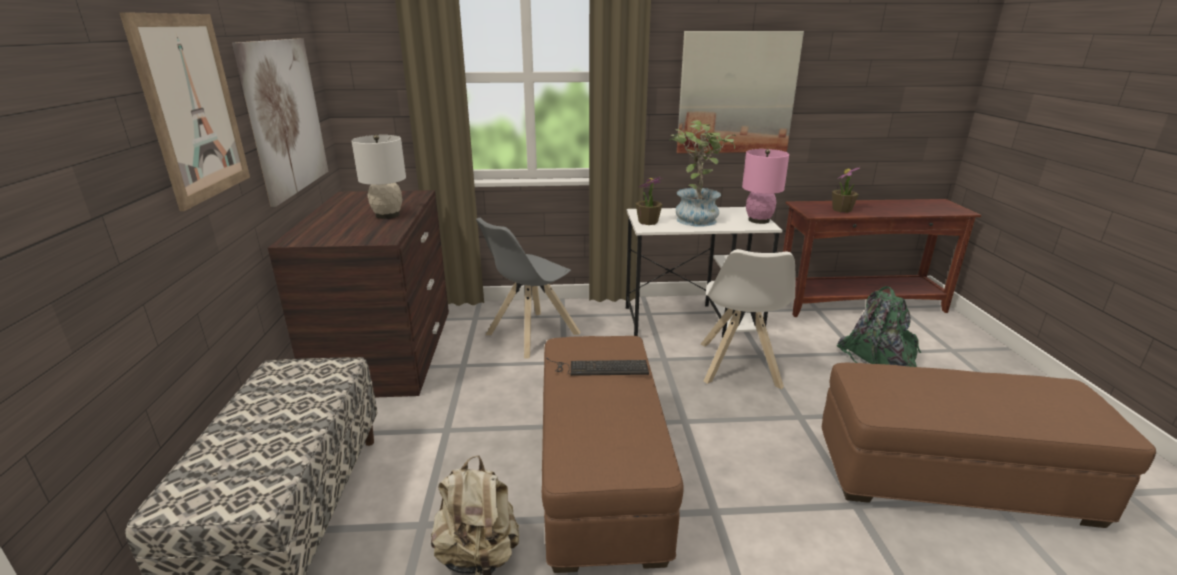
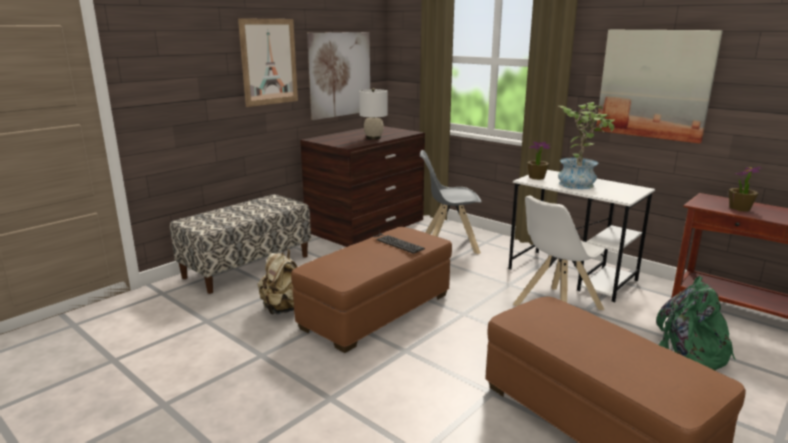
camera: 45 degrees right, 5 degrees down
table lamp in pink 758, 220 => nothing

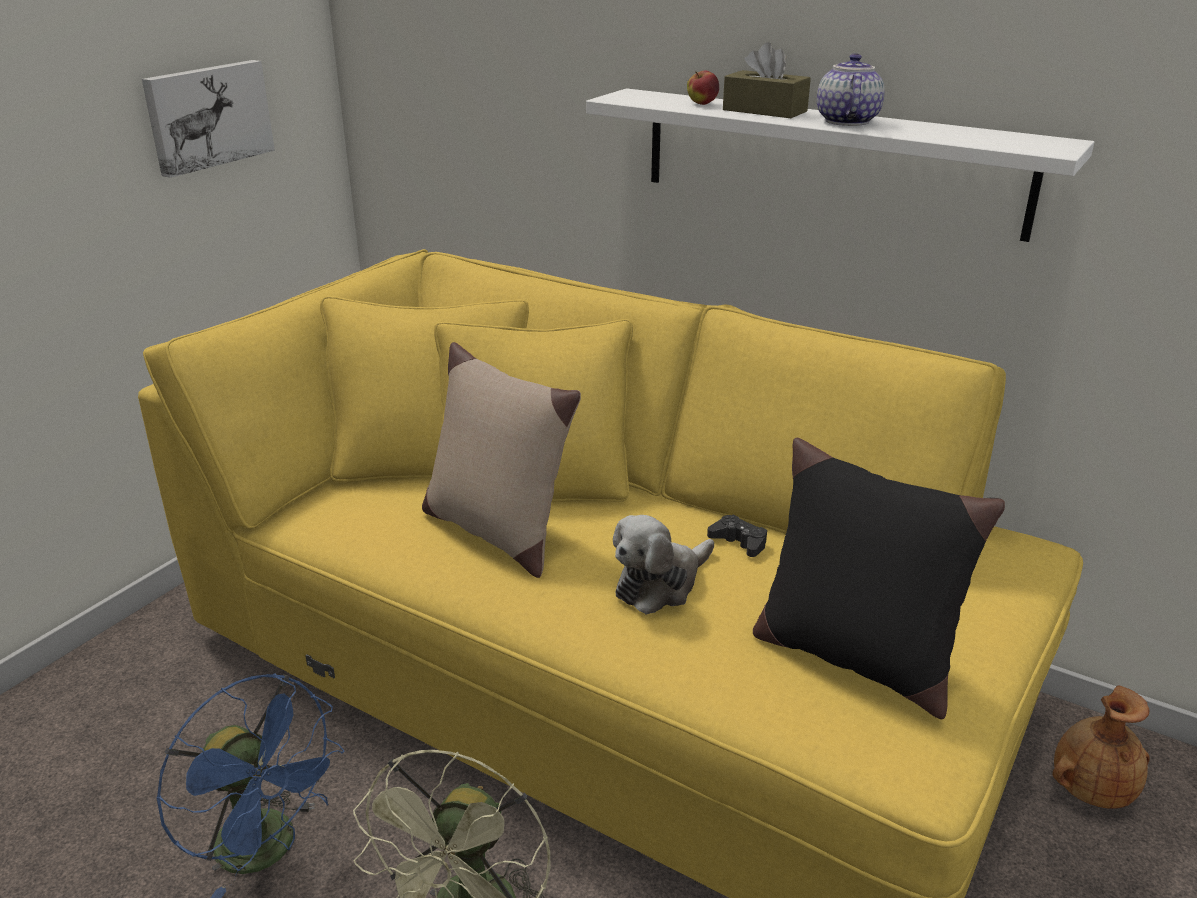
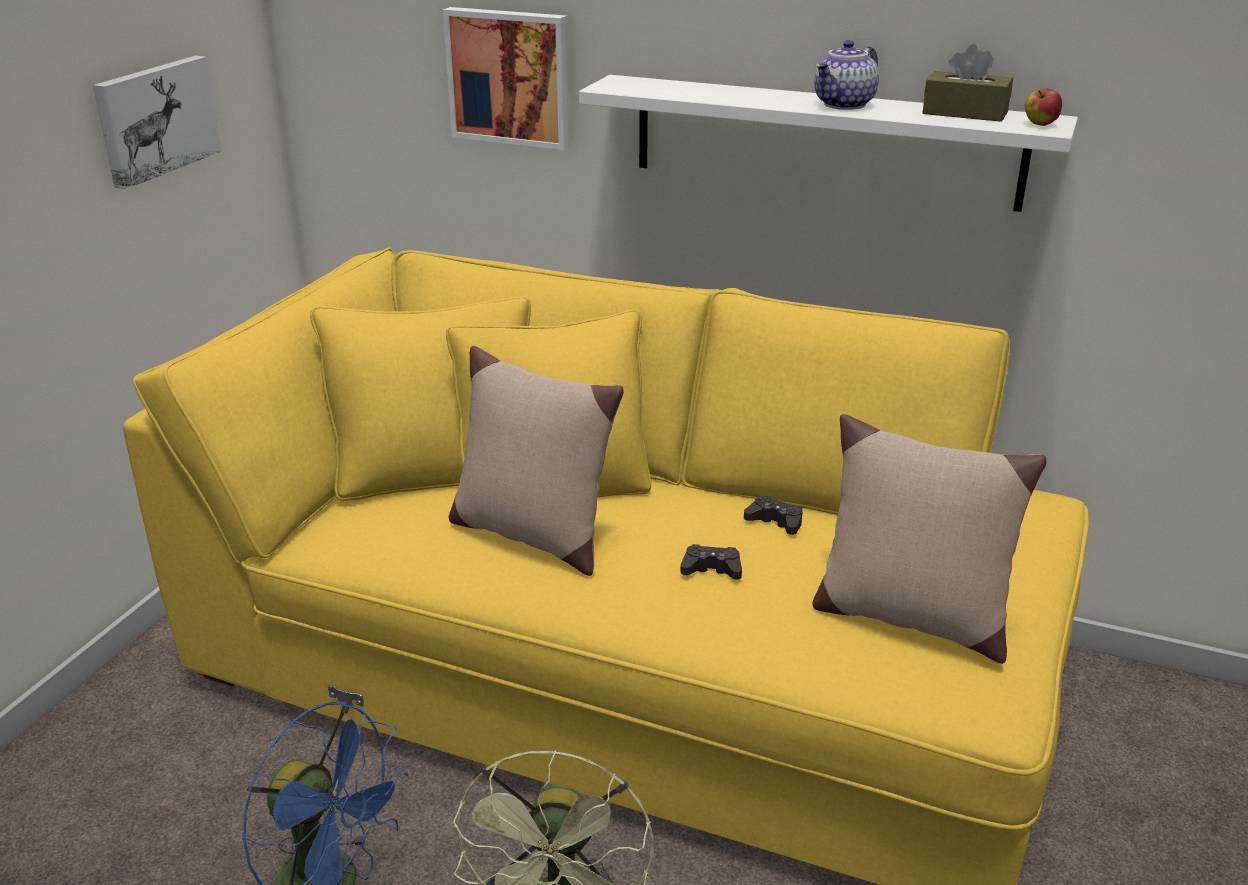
camera: 10 degrees left, 0 degrees up
tissue box in brown 764, 110 => tissue box in brown 965, 113, shifted
pot for tea 845, 121 => pot for tea 845, 105, 135 degrees counterclockwise
apple fruit 702, 104 => apple fruit 1040, 124, shifted
cushion in black 852, 657 => cushion in beige-coloured 909, 617
plush toy 660, 584 => gamepad in black 711, 569
flower vase in brown 1090, 790 => nothing
nothing => wall art 510, 77

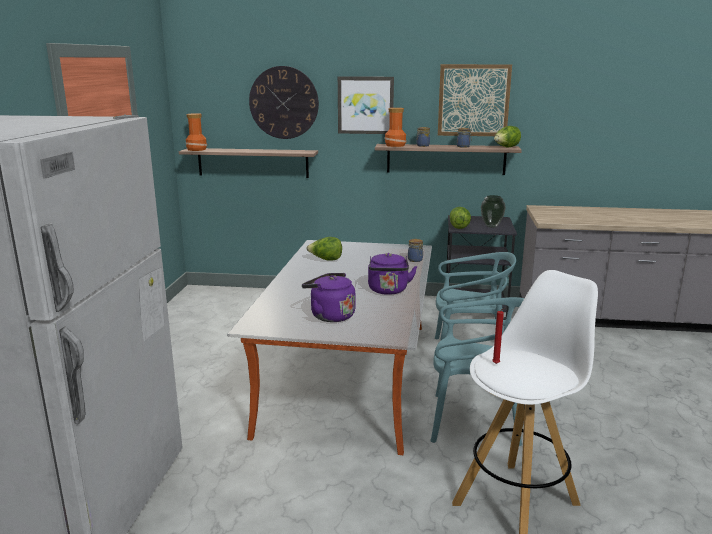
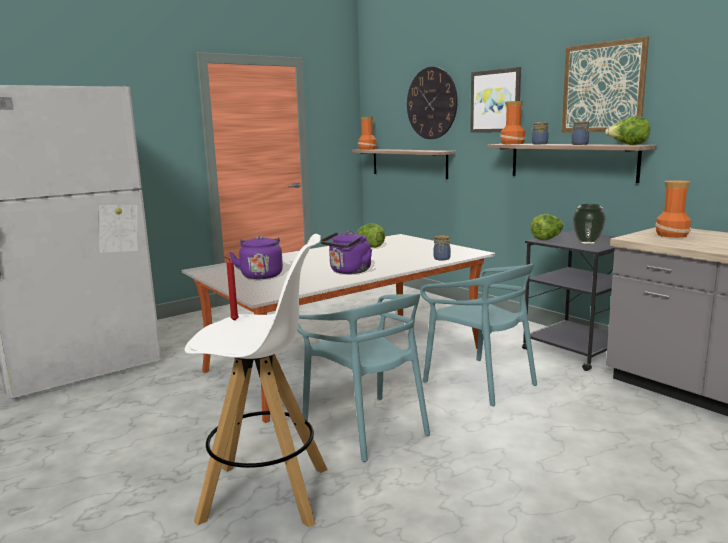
camera: 45 degrees right, 5 degrees down
nothing => flower vase 671, 235

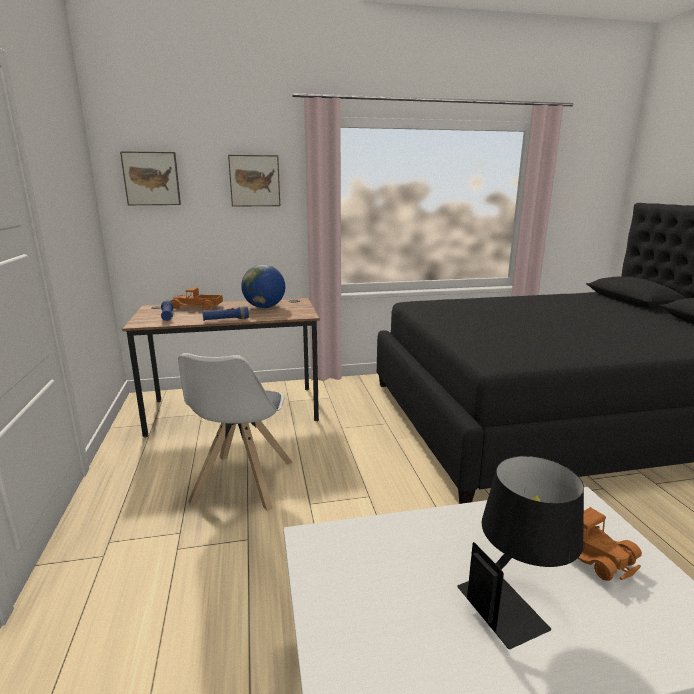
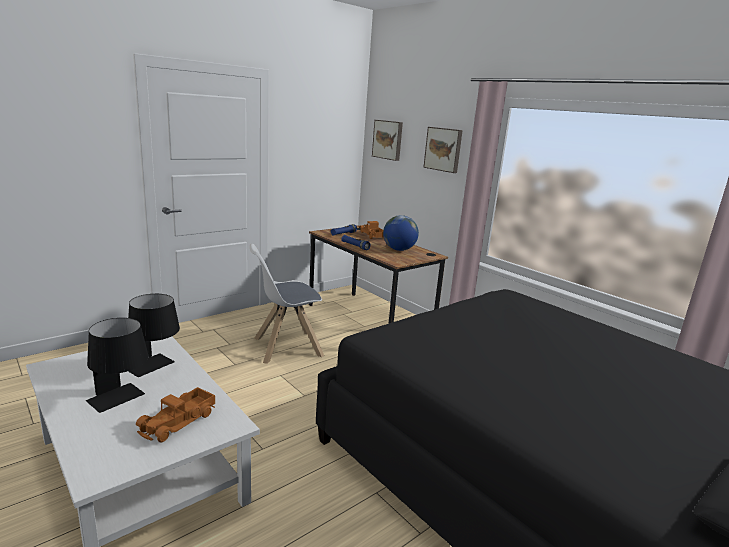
camera: 60 degrees right, 0 degrees up
nothing => table lamp in black 155, 367

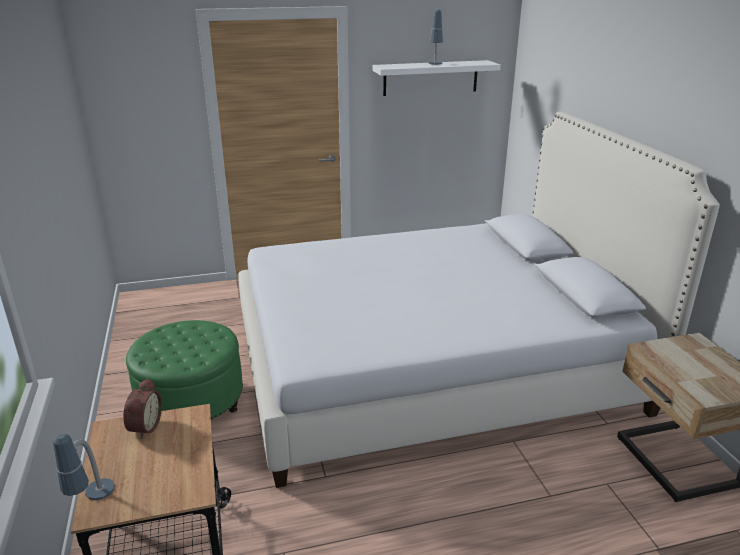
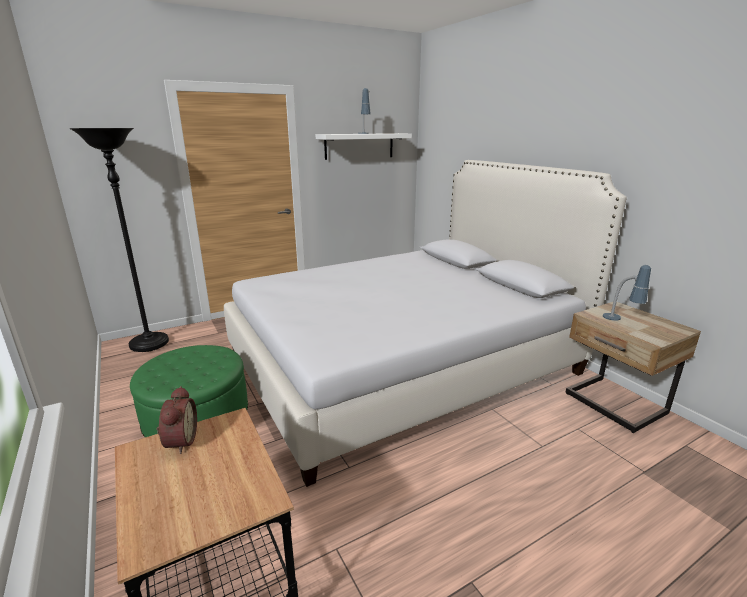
camera: 15 degrees left, 5 degrees down
table lamp 93, 505 => table lamp 620, 322, shifted
nothing => standard lamp in black 149, 344

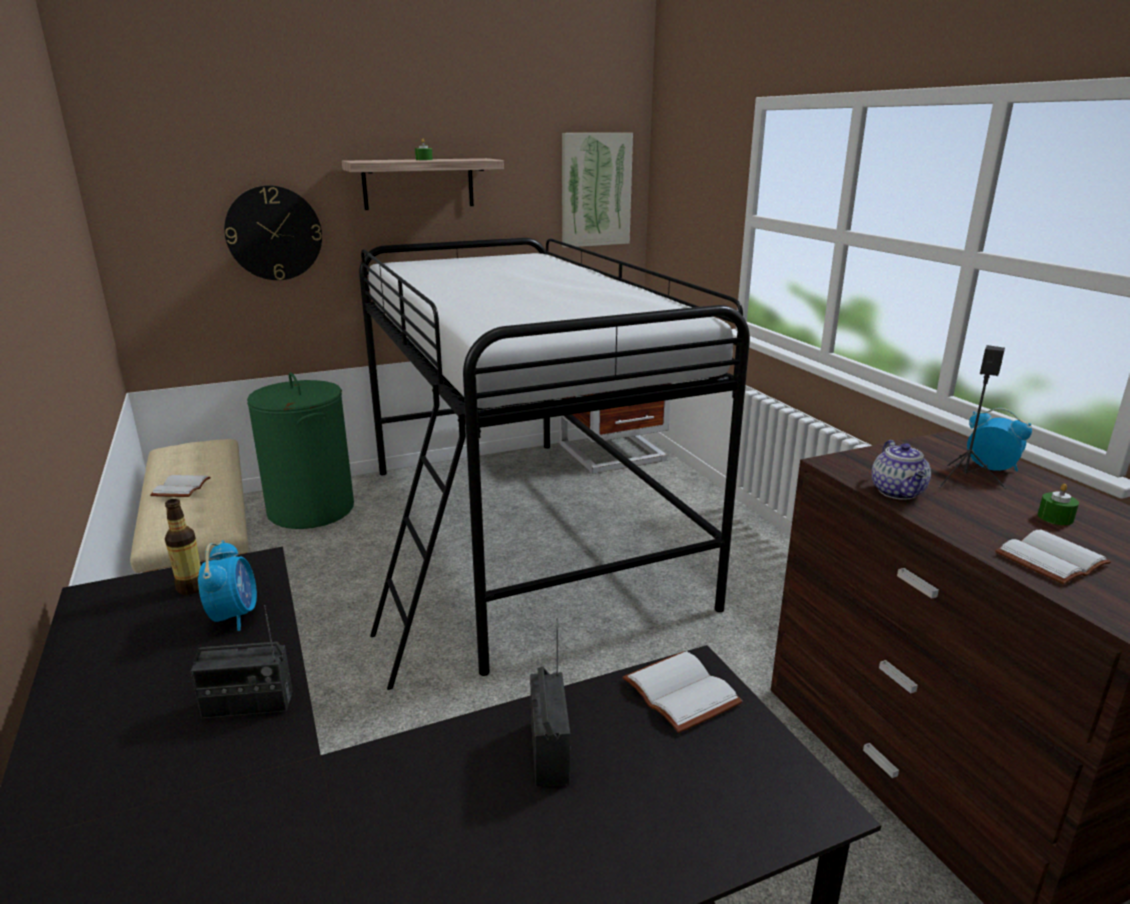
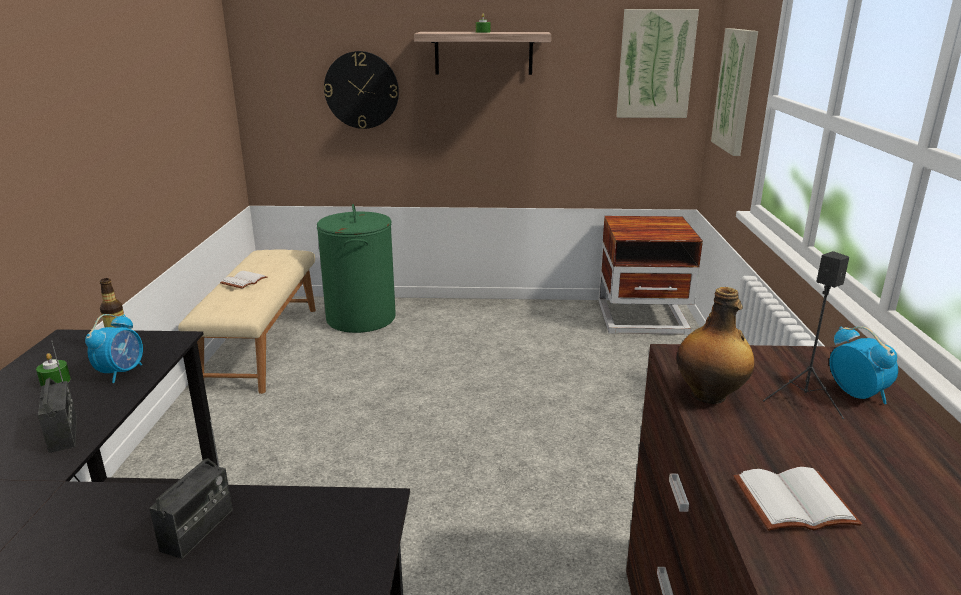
camera: 25 degrees right, 0 degrees up
sleeping bed in black 521, 534 => nothing
pot for tea 898, 492 => drink bottle 710, 396
wax light in green 1055, 517 => wax light in green 55, 381, shifted
radio set 248, 705 => radio set 63, 434, 135 degrees counterclockwise
book in white 677, 693 => nothing
nothing => wall art 736, 90

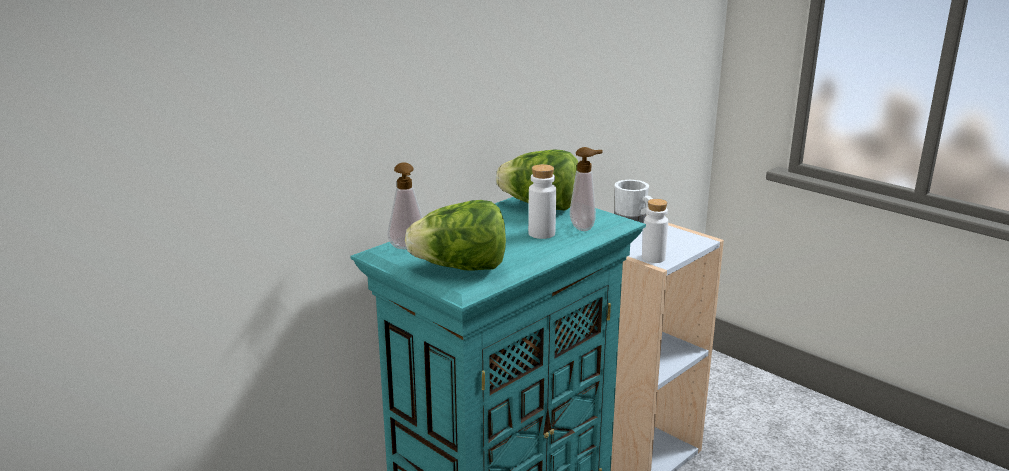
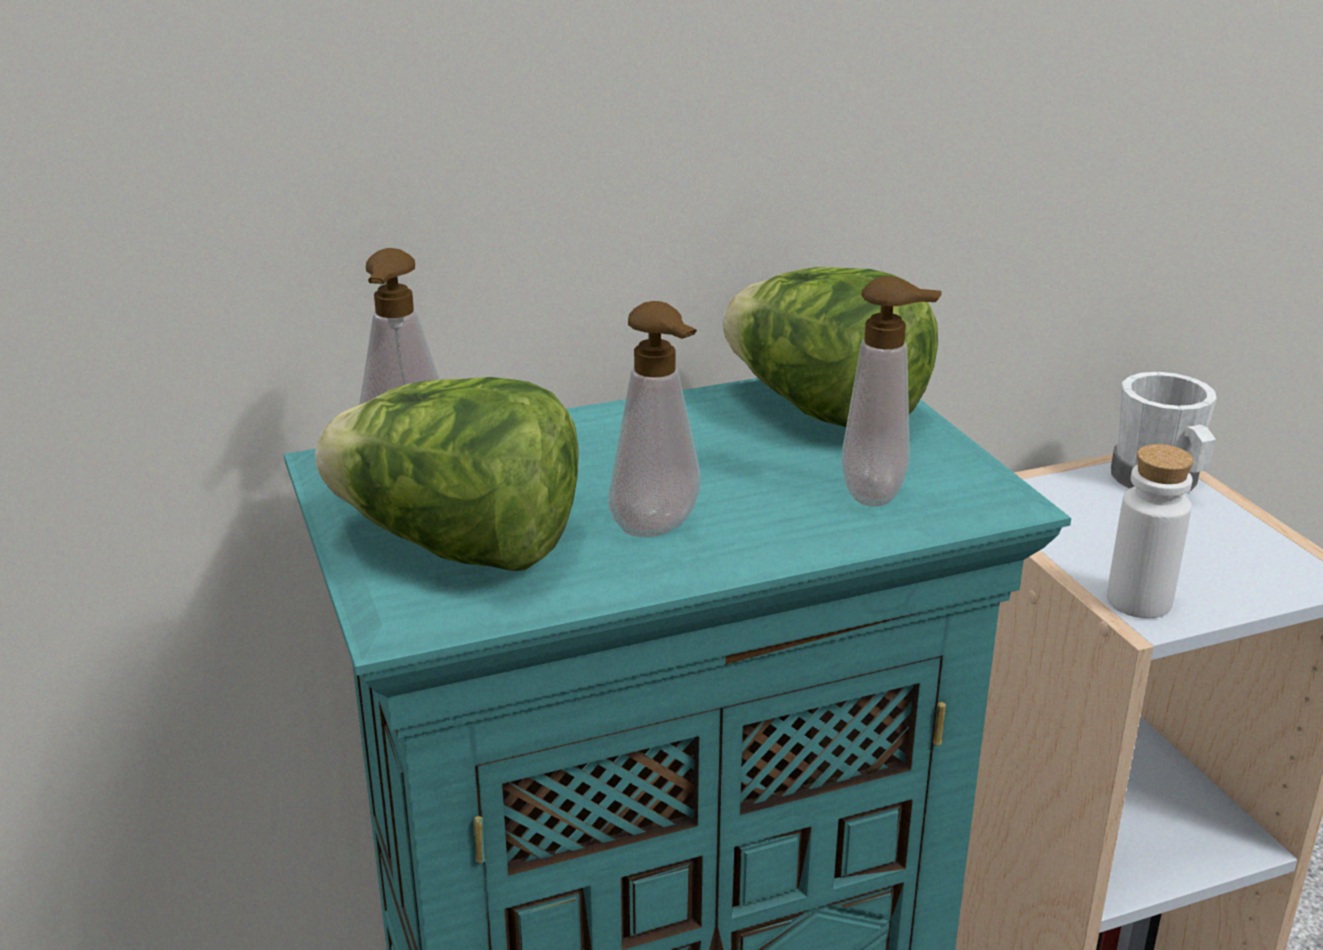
camera: 25 degrees right, 5 degrees up
drink bottle in white 541, 233 => nothing
nothing => liquid soap bottle 660, 529

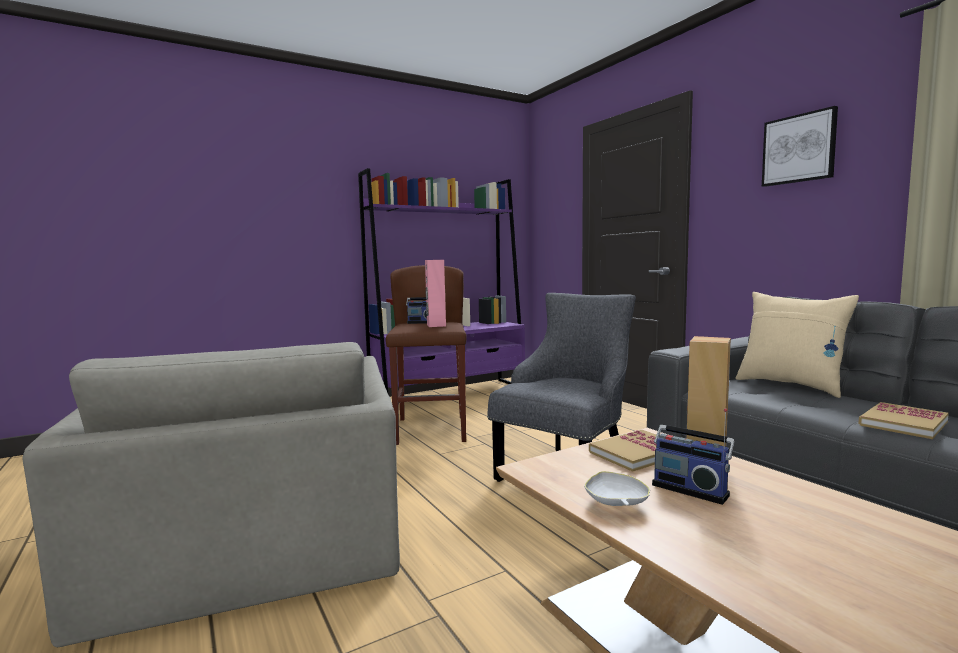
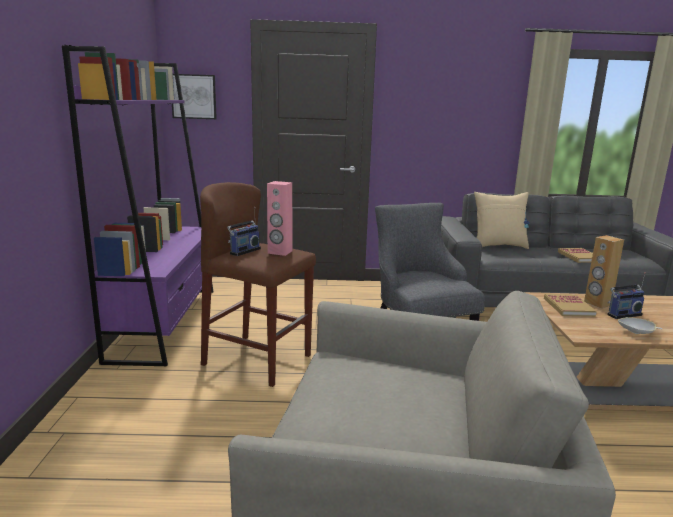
camera: 60 degrees left, 10 degrees up
wall art 799, 149 => wall art 194, 96, shifted

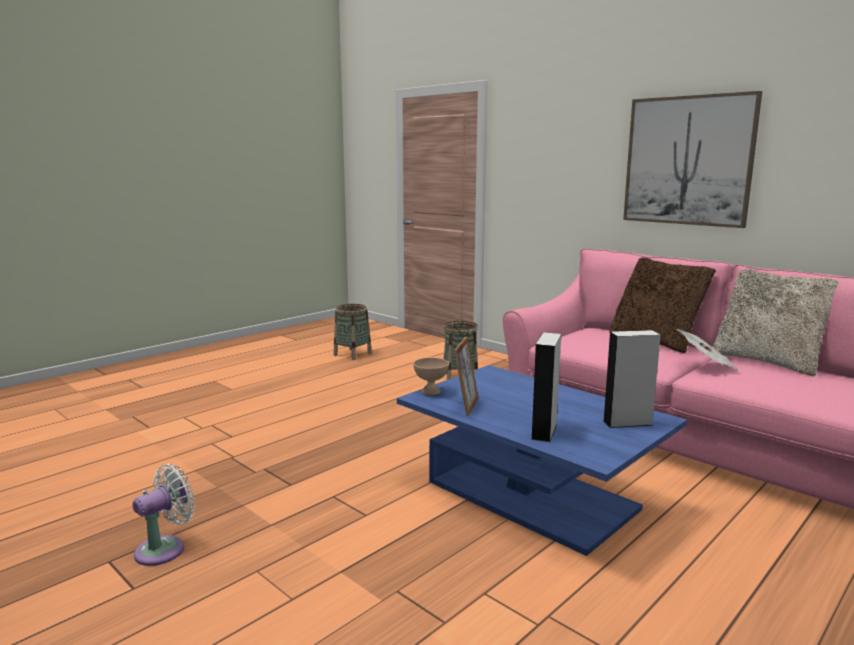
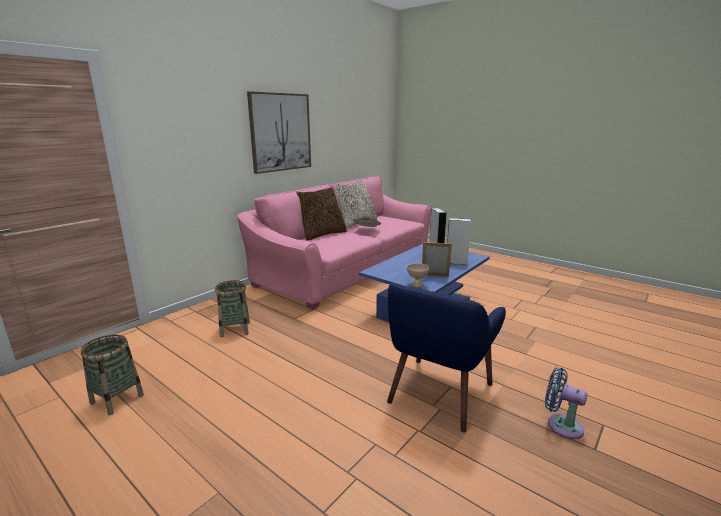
camera: 95 degrees left, 5 degrees up
fan in white 165, 549 => fan in bluish 561, 425
nothing => armchair in bluish 439, 393

